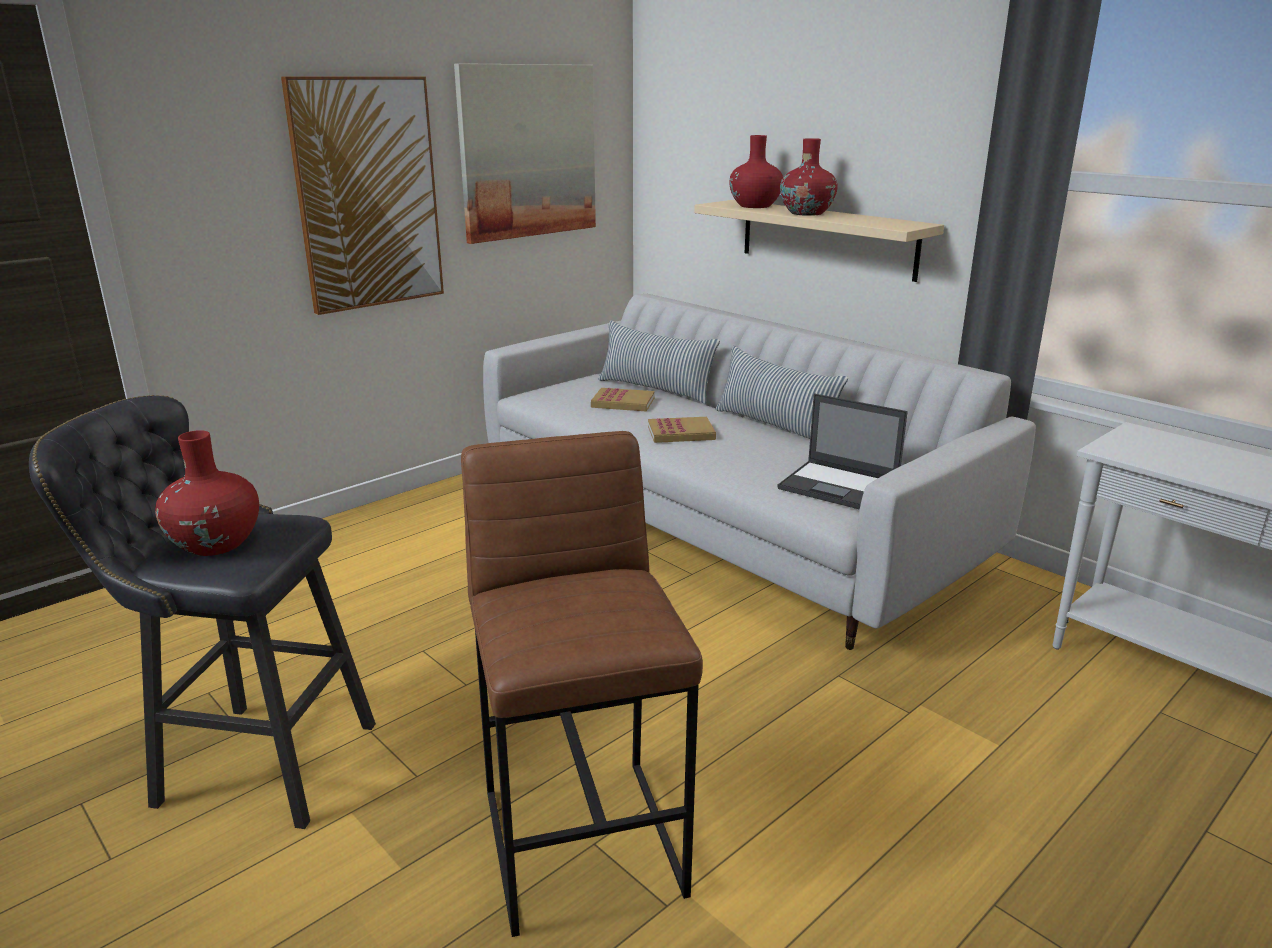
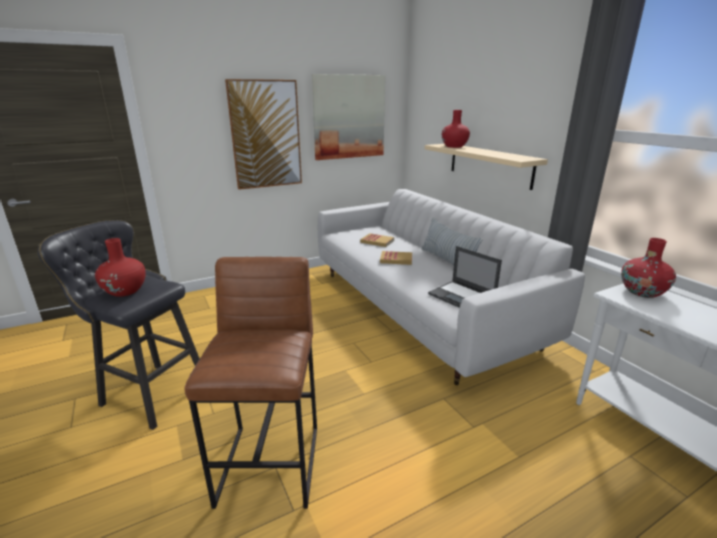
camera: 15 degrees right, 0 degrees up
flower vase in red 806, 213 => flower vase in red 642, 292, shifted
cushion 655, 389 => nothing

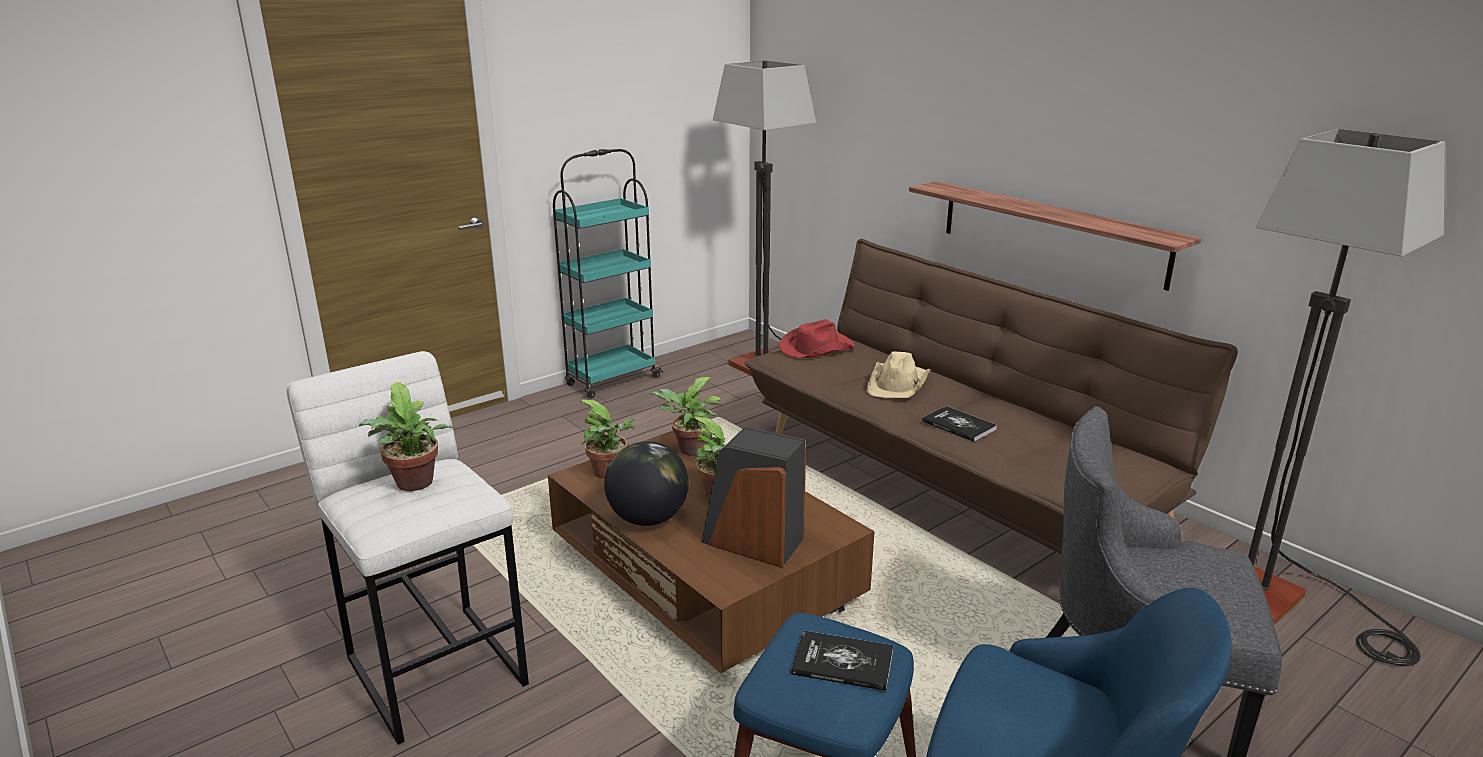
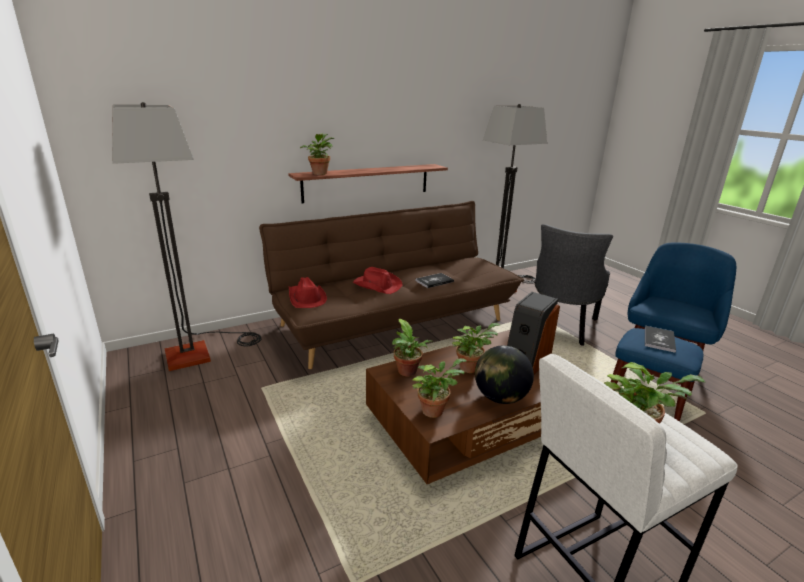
camera: 80 degrees left, 0 degrees up
trolley in blue-green 612, 381 => nothing
hat in beige-coloured 898, 383 => hat in red 377, 285
nothing => plant in a pot 319, 173

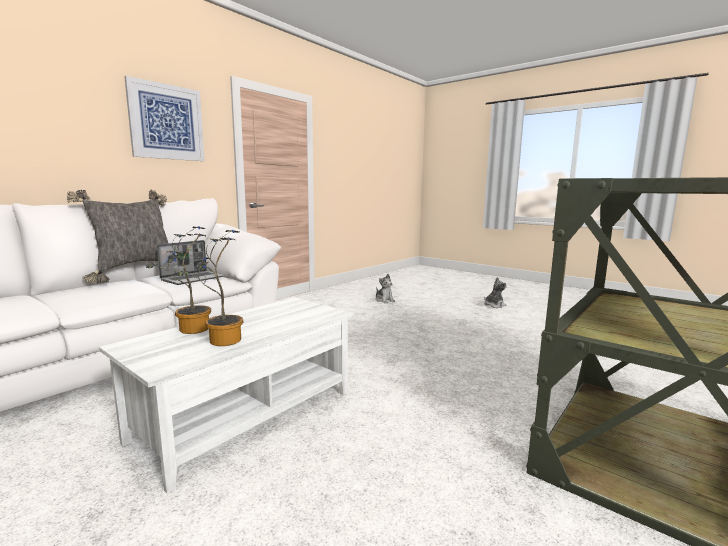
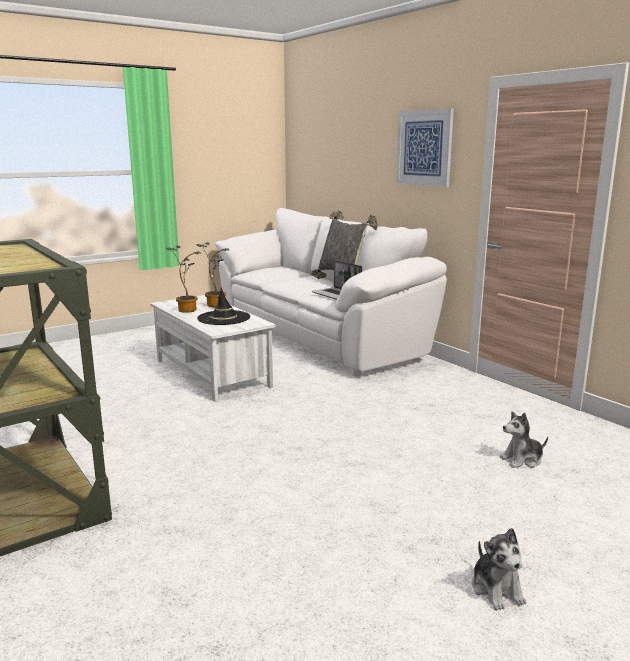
camera: 105 degrees right, 5 degrees up
nothing => hat in black 224, 318

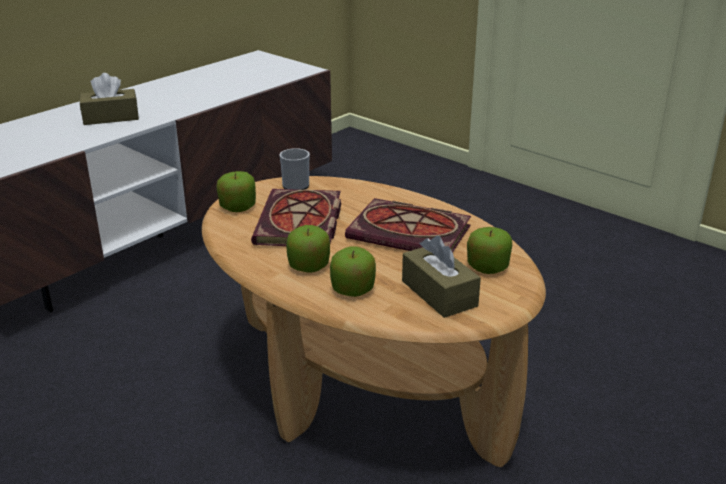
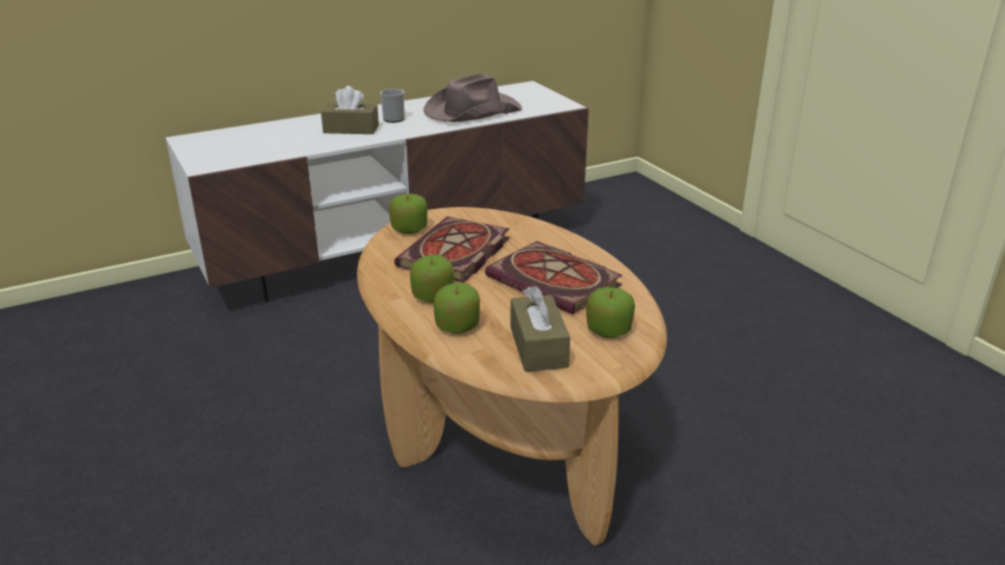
camera: 20 degrees right, 0 degrees up
mug 295, 184 => mug 394, 118, shifted
nothing => hat in brown 471, 111

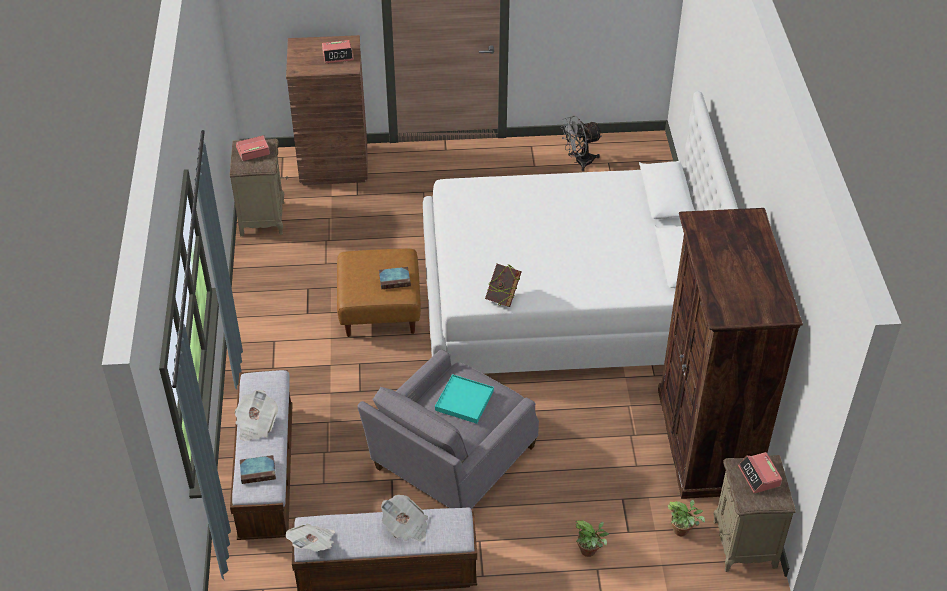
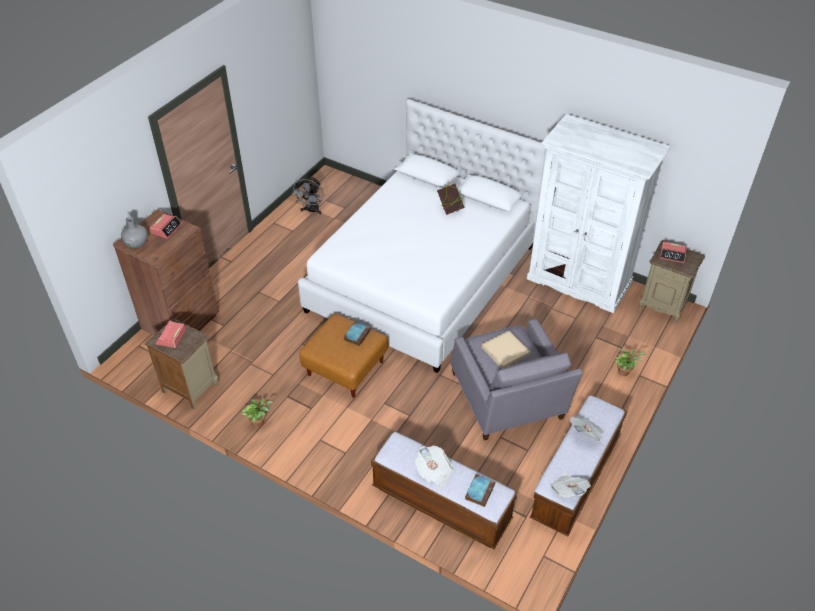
camera: 55 degrees left, 0 degrees up
wardrobe in brown 705, 440 => wardrobe in white 579, 281
book 503, 298 => book 450, 209, shifted
carrying tray in blue-green 464, 401 => carrying tray in beige-coloured 505, 351
plant in a pot 683, 530 => plant in a pot 259, 422, shifted
nothing => flower vase in grey 137, 243

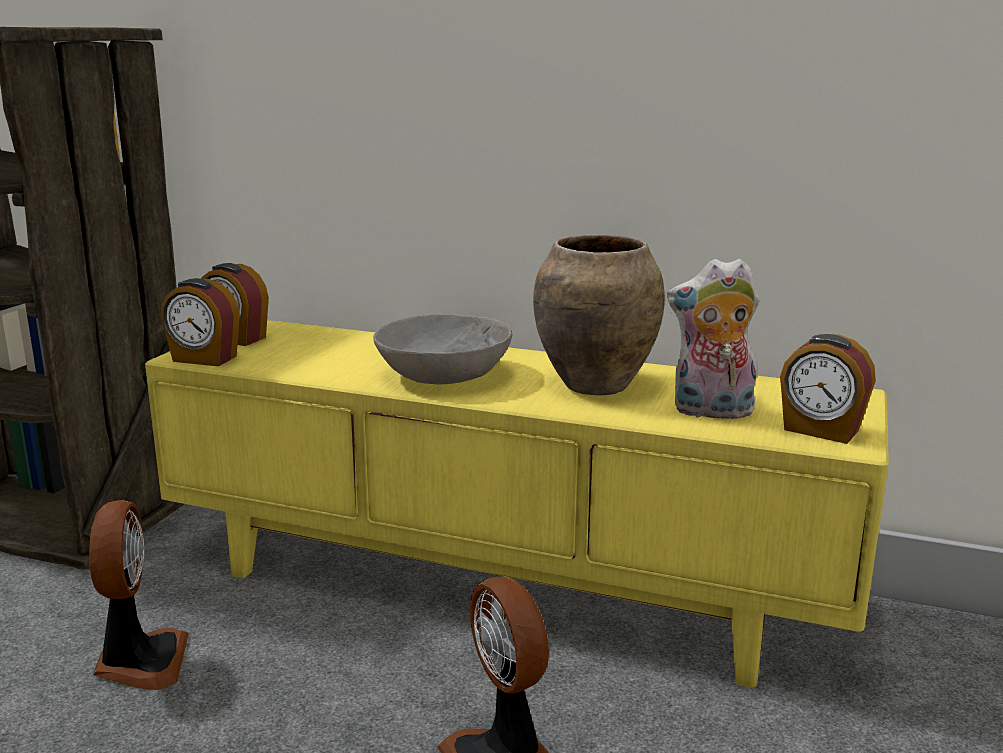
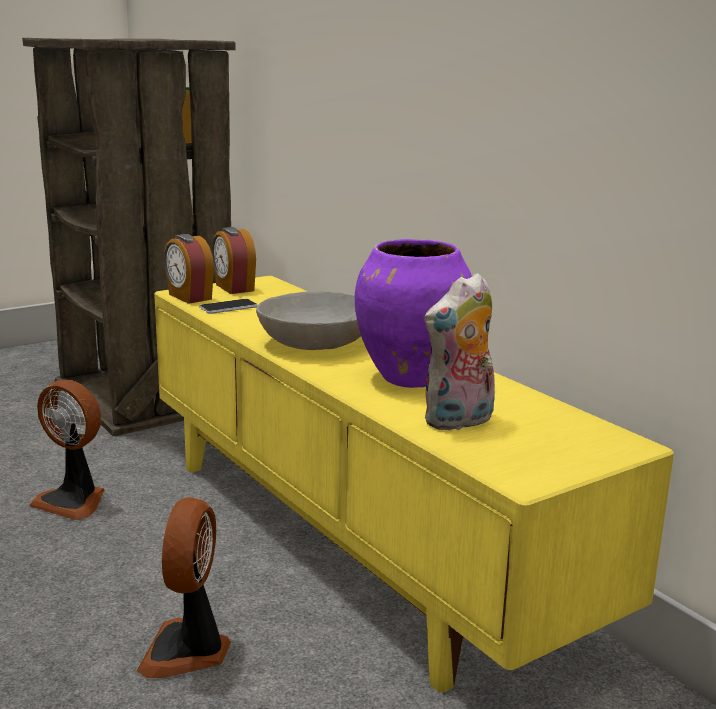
camera: 35 degrees right, 0 degrees up
flower vase in brown 596, 386 => flower vase in purple 411, 378
plush toy 711, 412 => plush toy 459, 422, 75 degrees counterclockwise
bedside clock 820, 431 => nothing
fan 140, 661 => fan 73, 501, 90 degrees clockwise
nothing => phone 228, 307

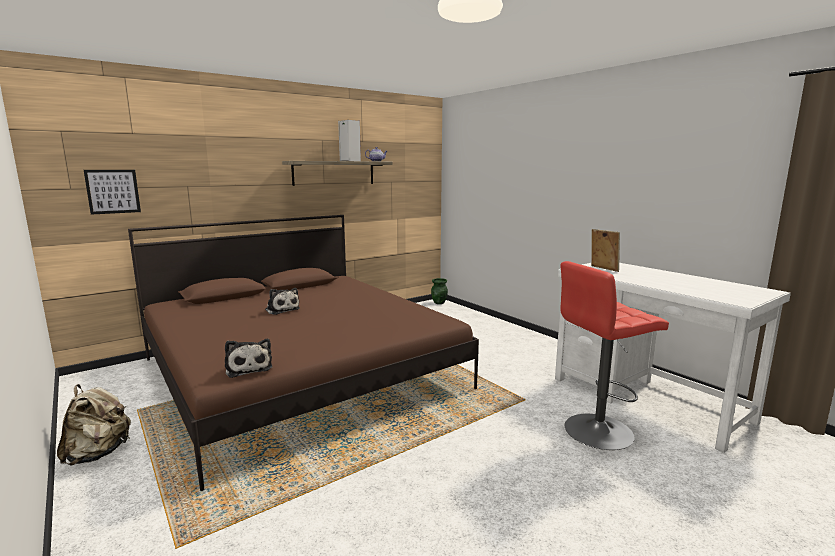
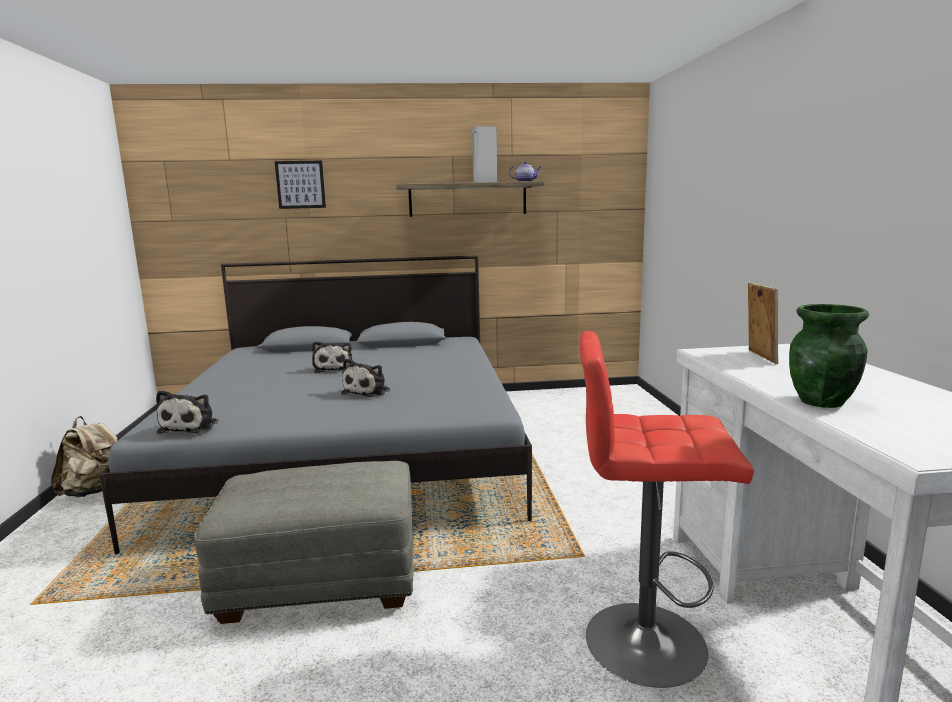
camera: 30 degrees right, 0 degrees up
wall art 113, 191 => wall art 300, 184, shifted
sleeping bed in brown 300, 373 => sleeping bed in grey 351, 451
flower vase in green 439, 303 => flower vase in green 822, 402, shifted
nothing => plush toy 368, 391
nothing => pouffe in grey 321, 580

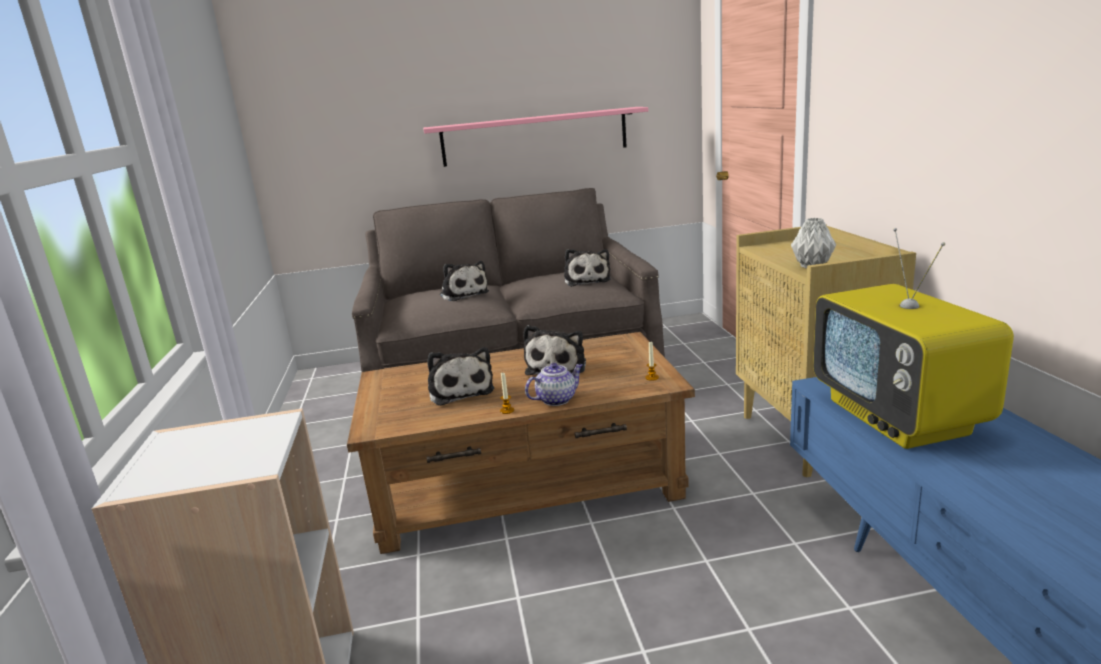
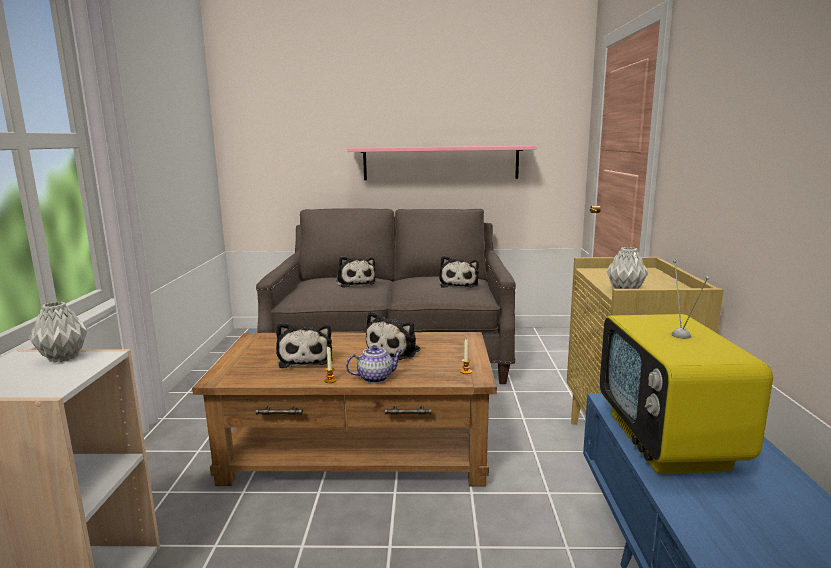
camera: 10 degrees right, 5 degrees down
nothing => flower vase in grey 64, 358

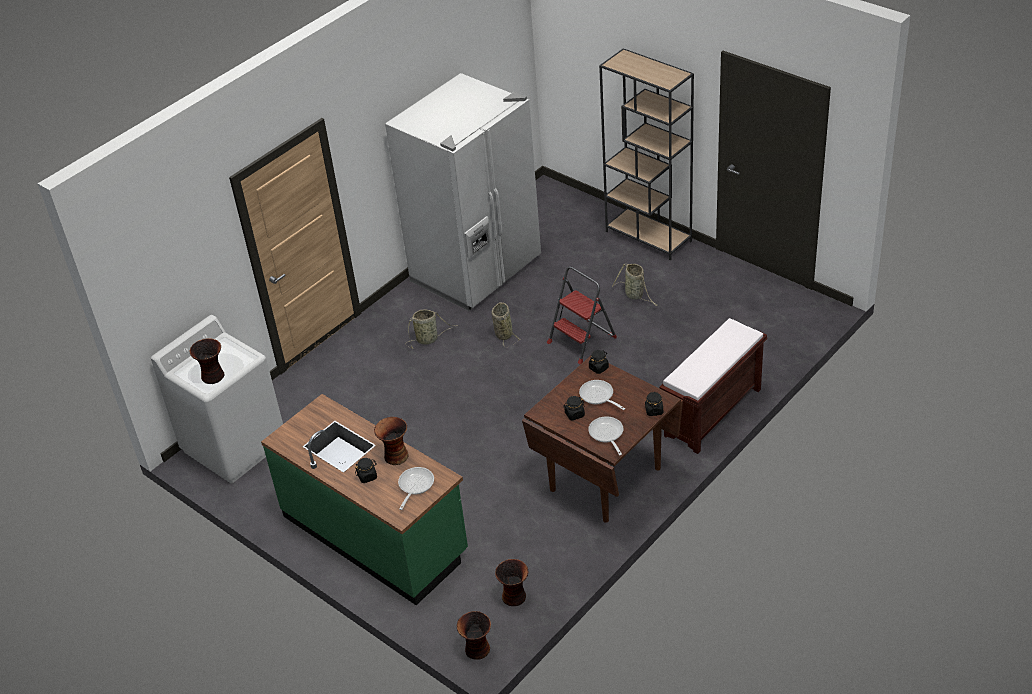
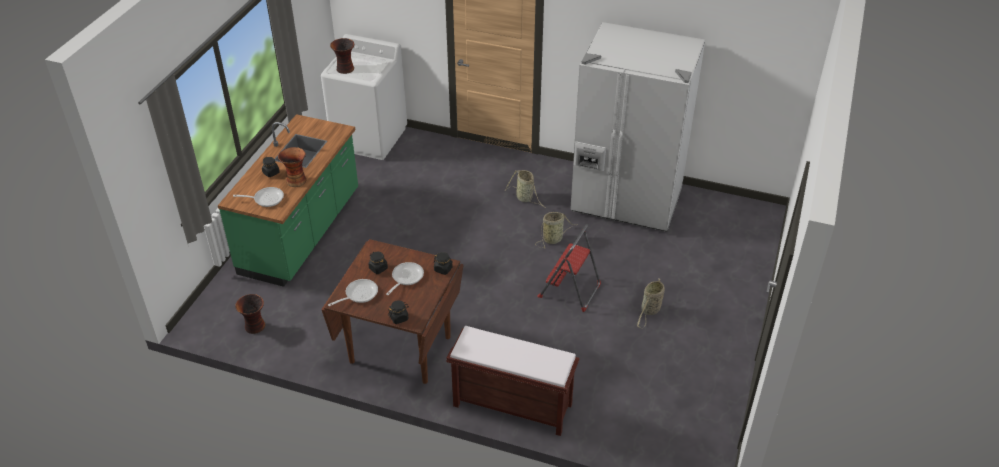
camera: 65 degrees right, 0 degrees up
bookcase 649, 236 => nothing
flower vase 477, 650 => nothing

